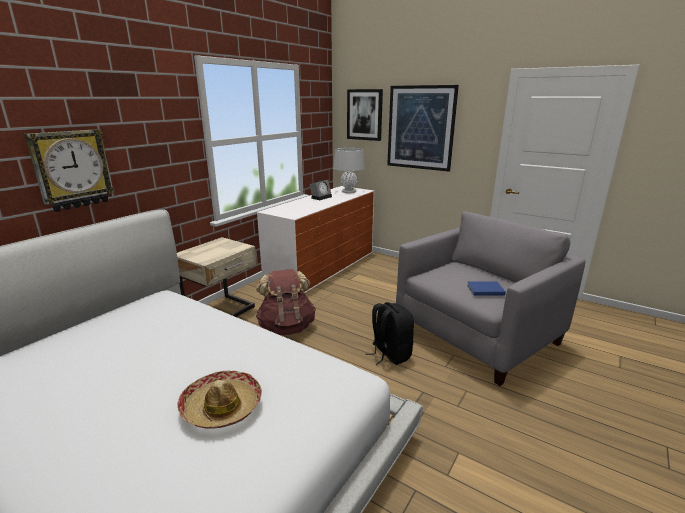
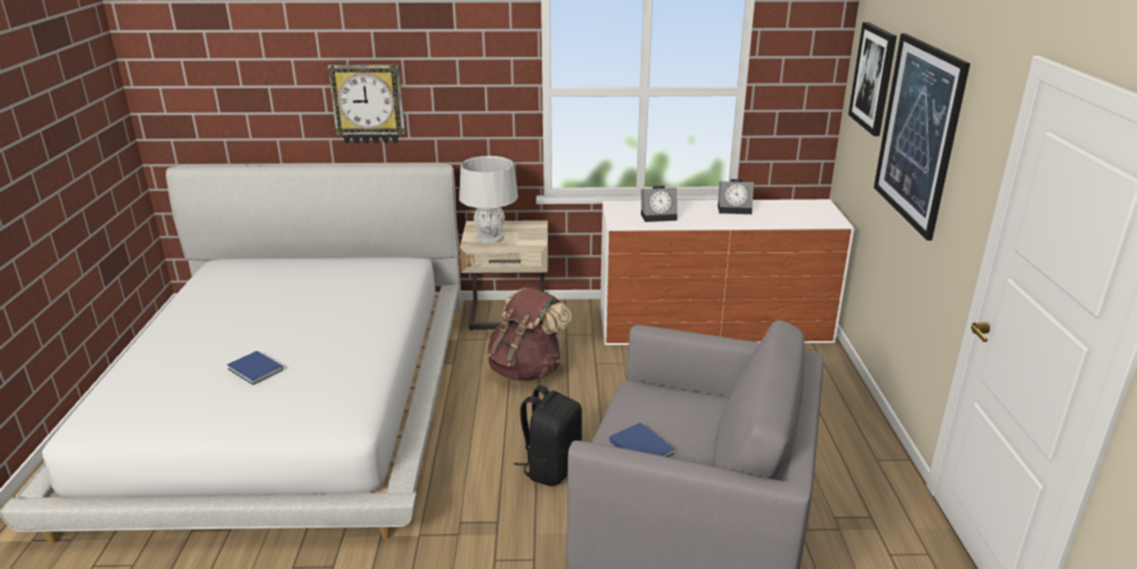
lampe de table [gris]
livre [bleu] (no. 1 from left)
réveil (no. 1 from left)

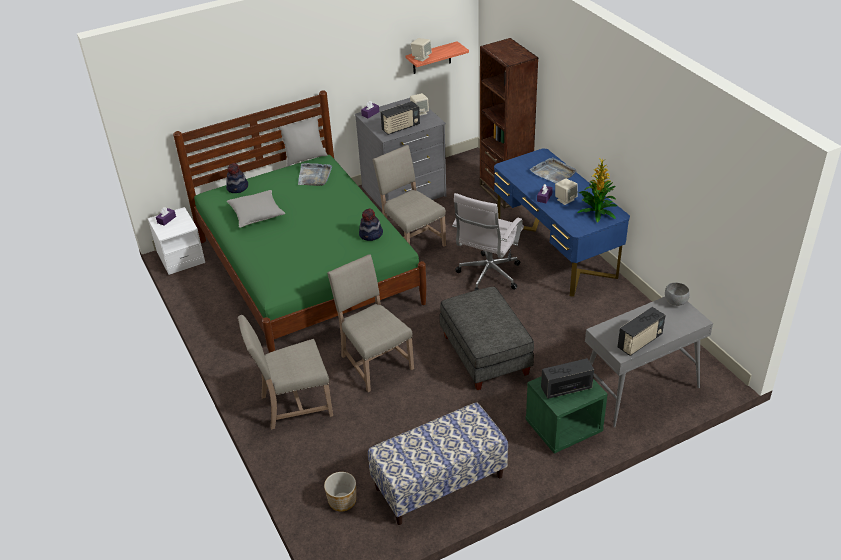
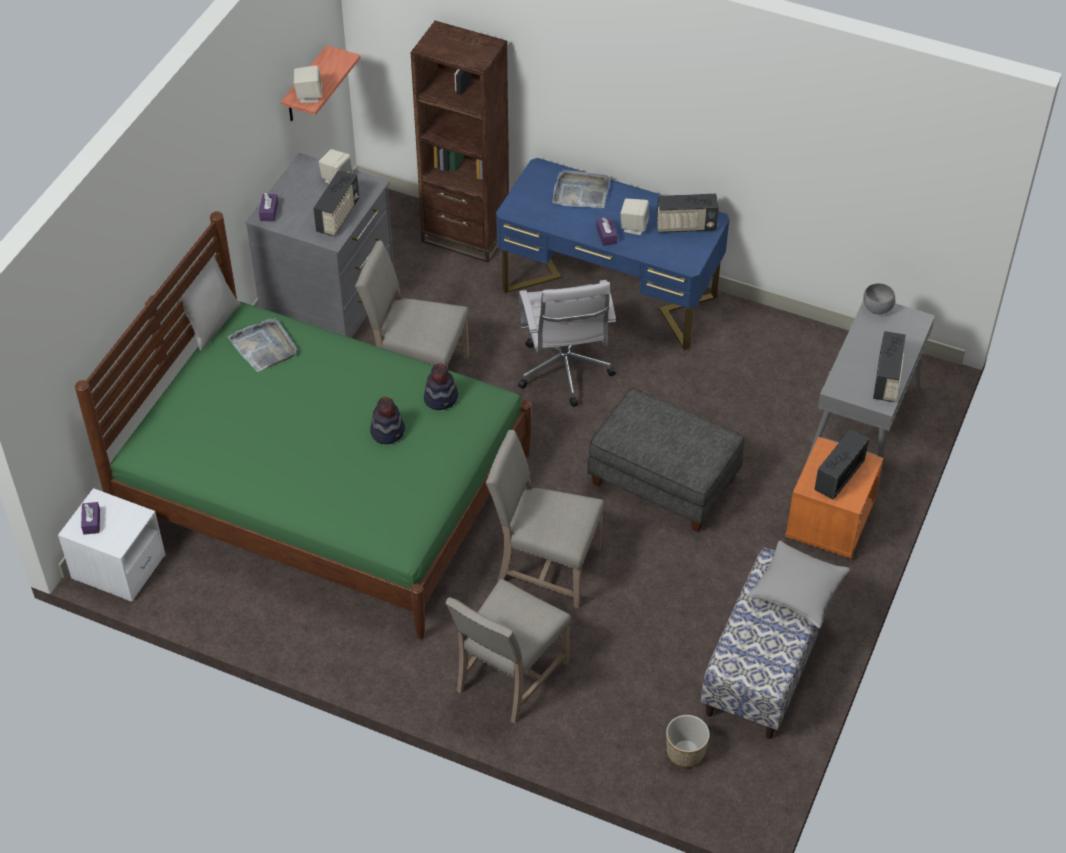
radio (no. 2 from left)
chapeau (no. 1 from left)
coussin [gris] (no. 2 from left)
table de chevet [orange]

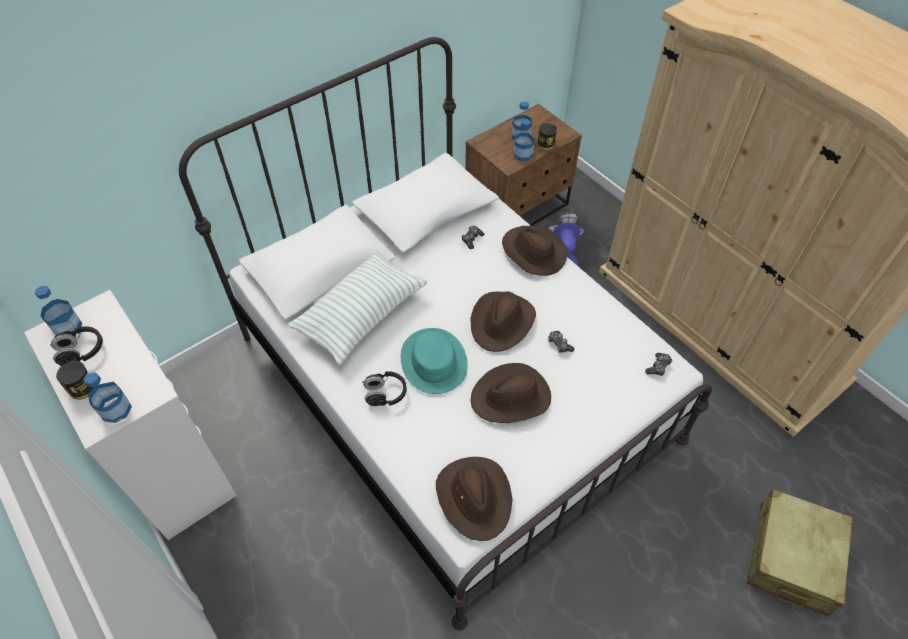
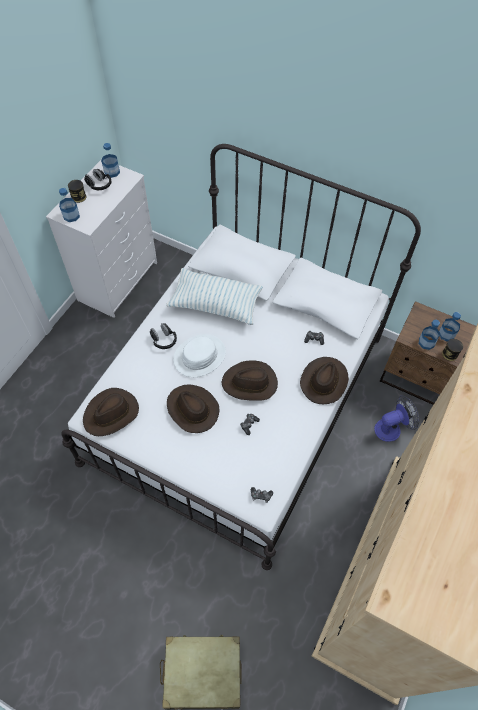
chapeau [blanc]

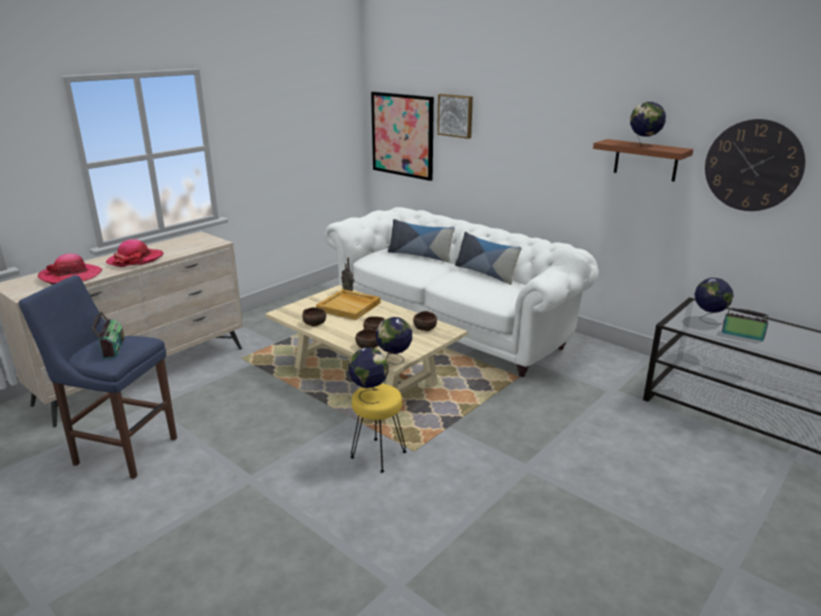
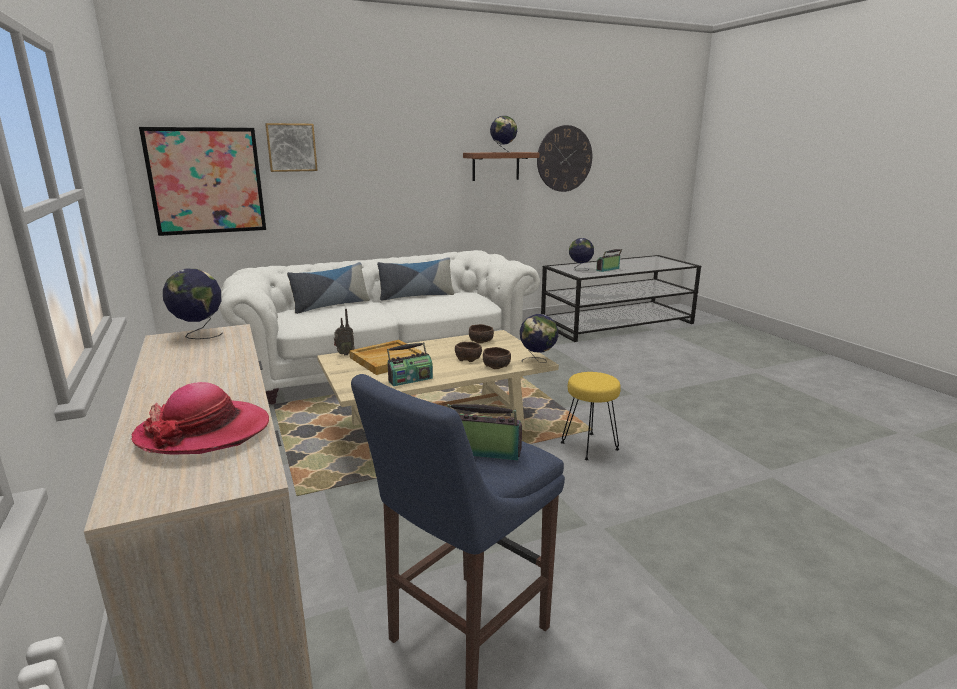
chapeau (no. 2 from left in the first image)
radio (no. 2 from left)
globe (no. 1 from left)

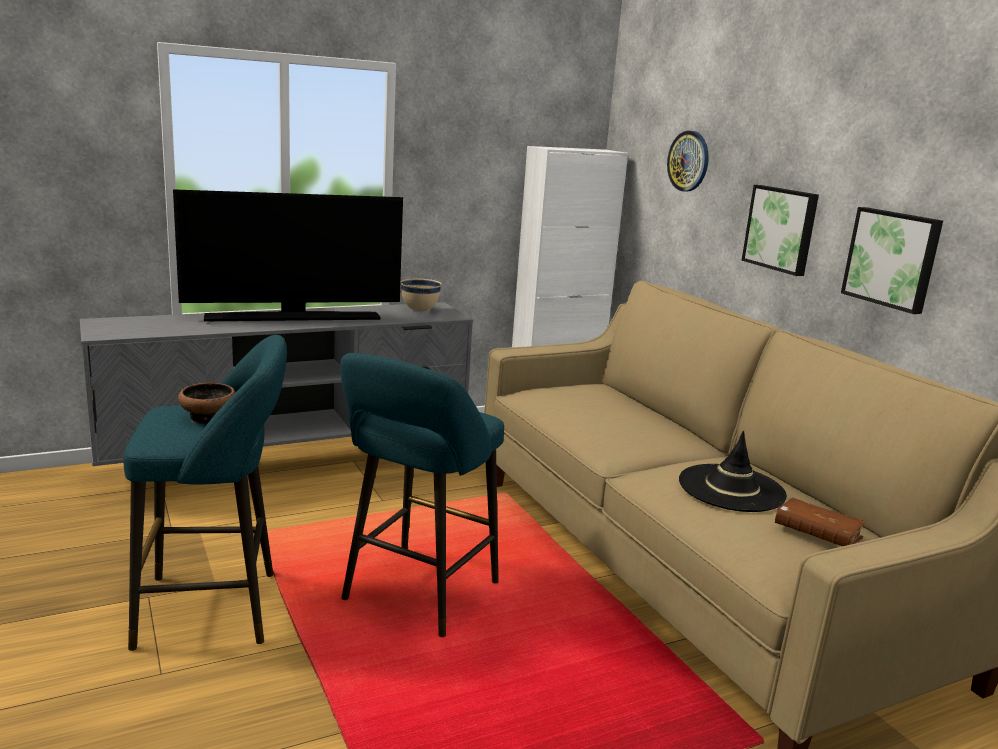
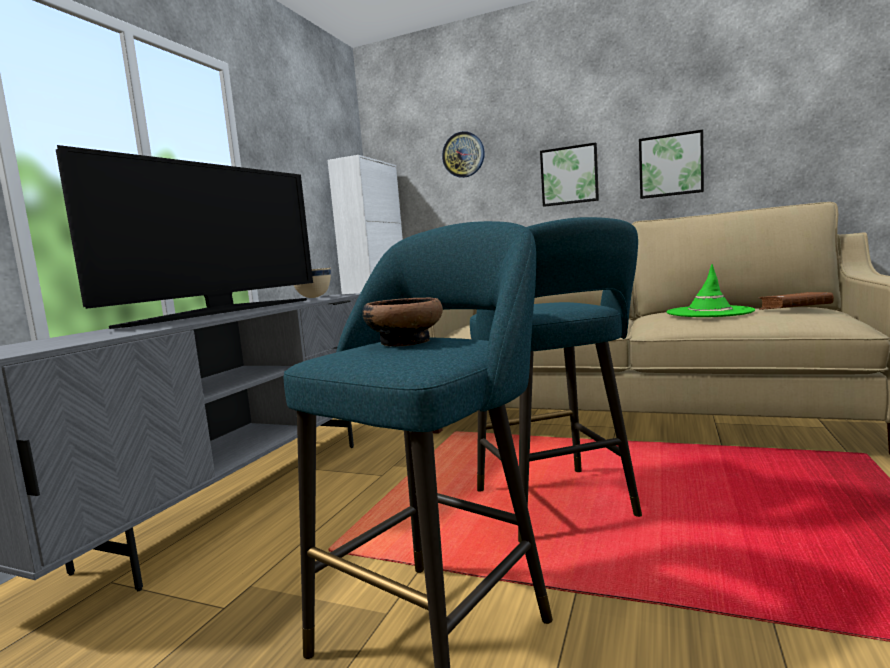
chapeau [vert]

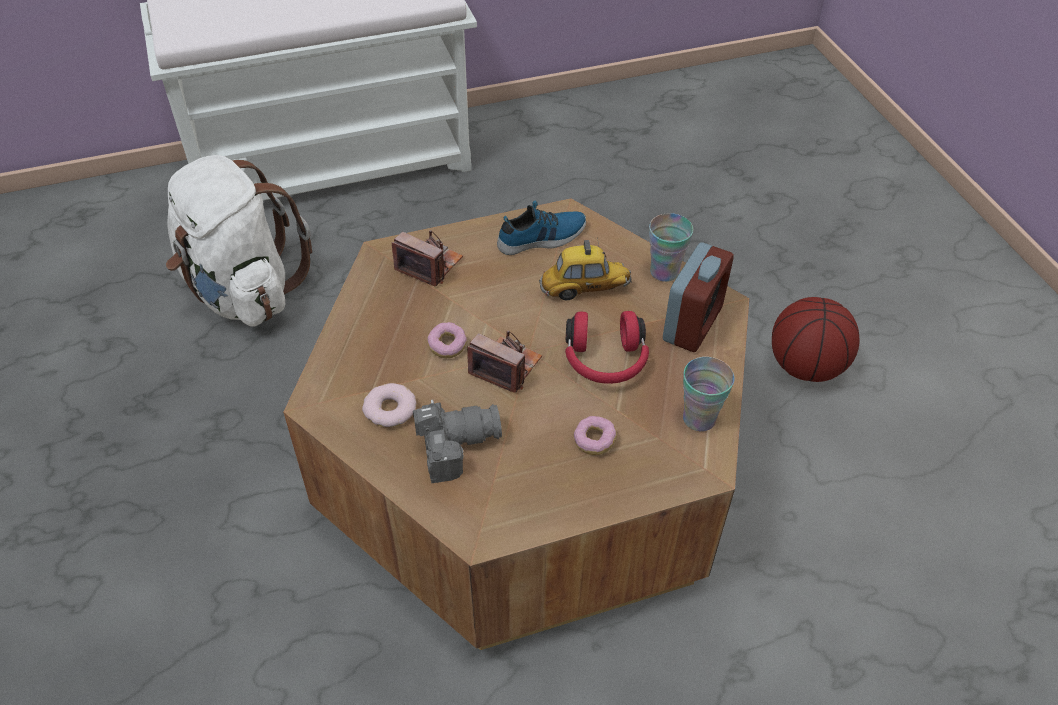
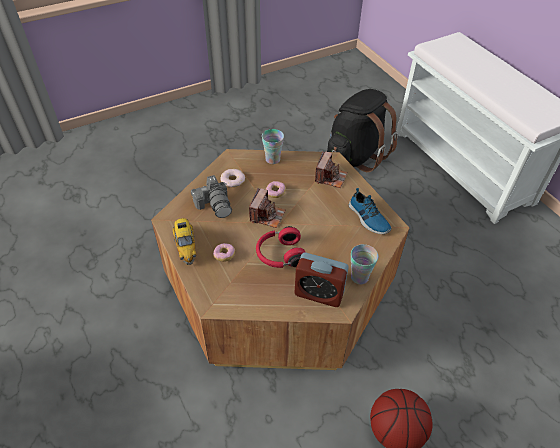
sac à dos [noir]
petite voiture
tasse (no. 1 from left)

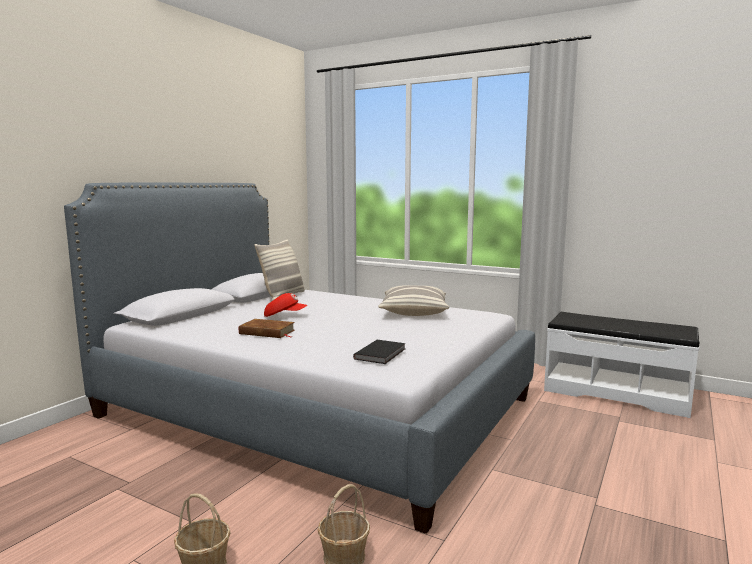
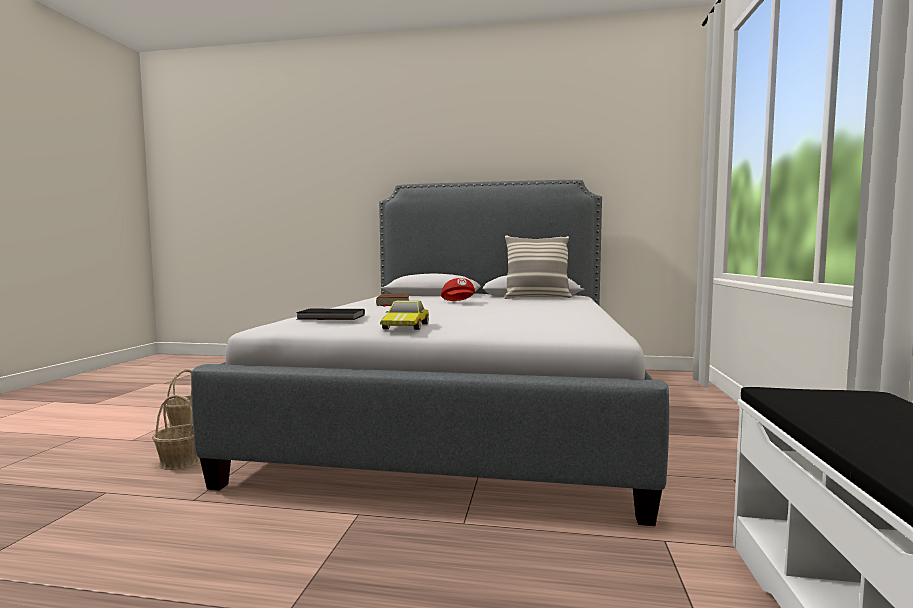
coussin (no. 2 from left in the first image)
petite voiture

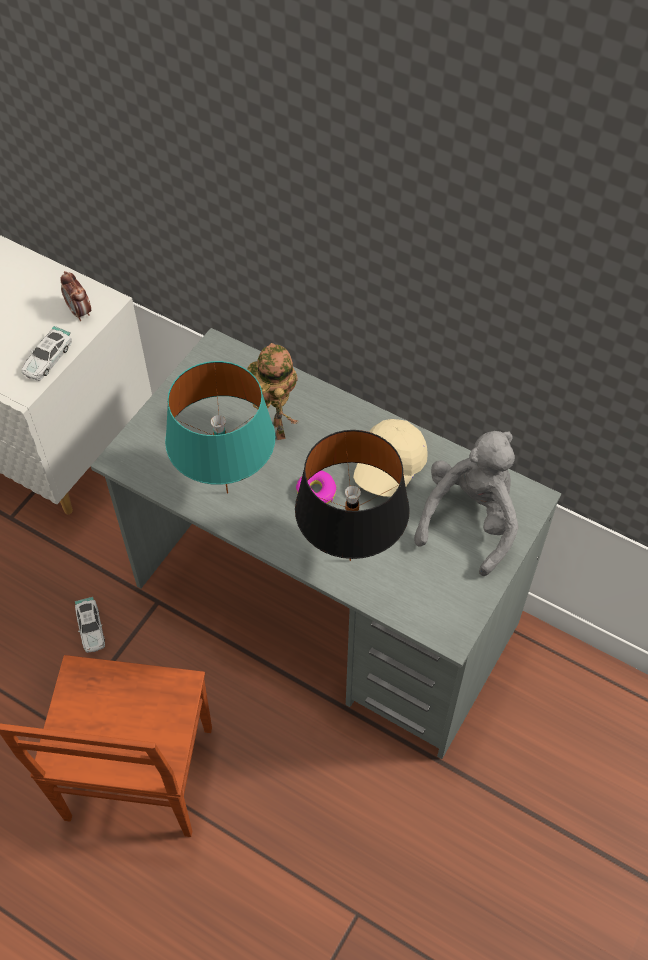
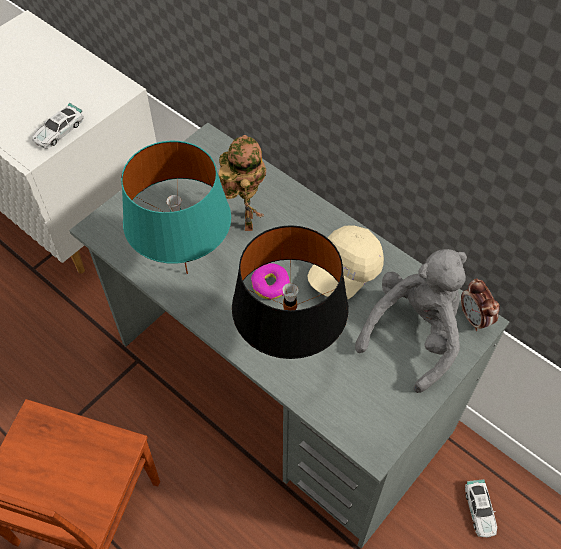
réveil
petite voiture (no. 2 from left)

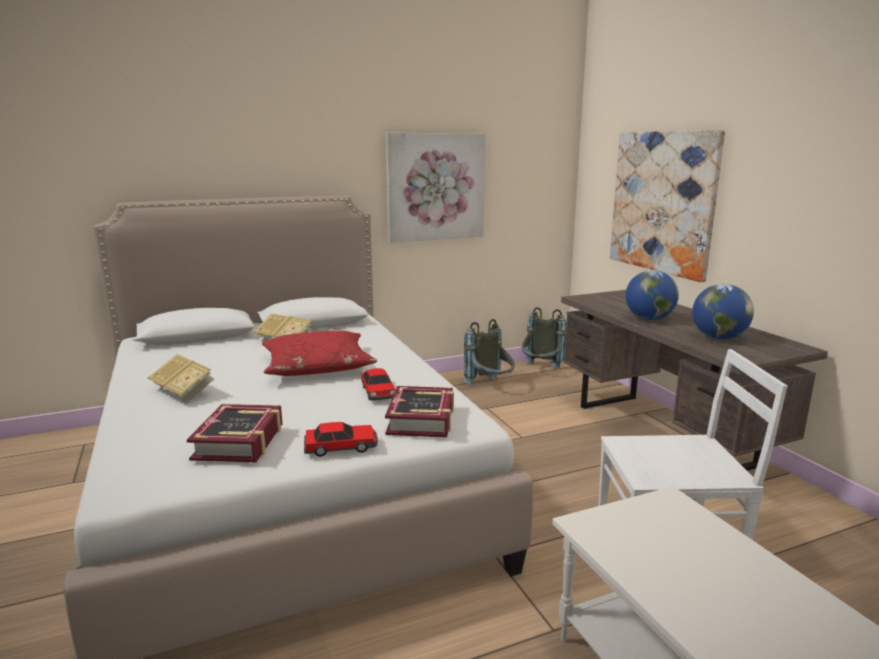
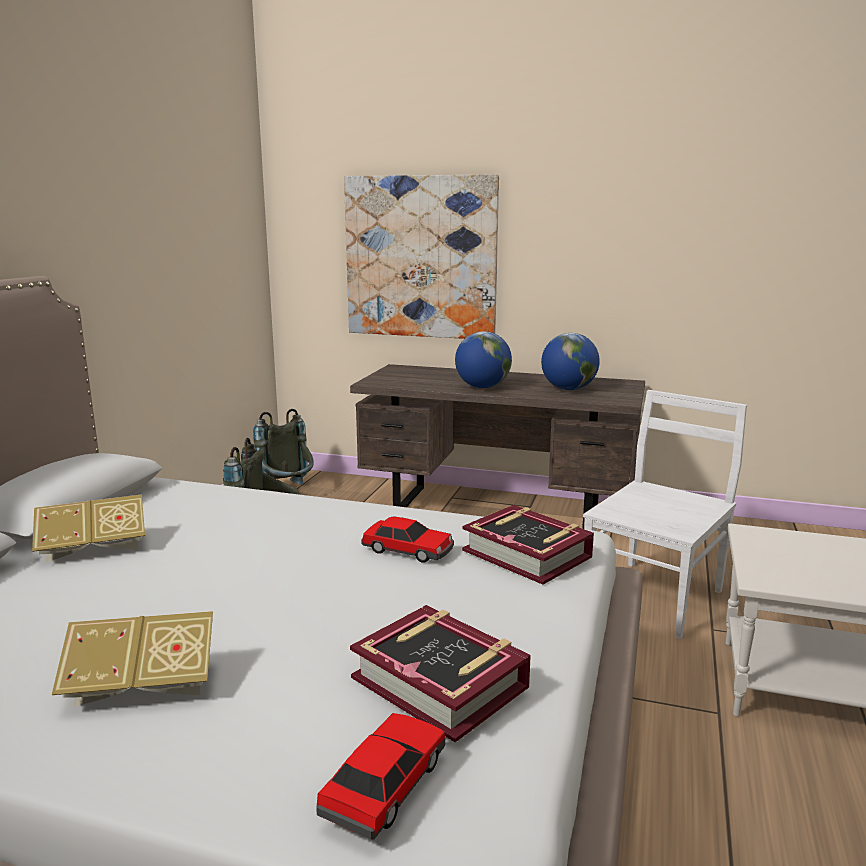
tableau (no. 1 from left in the first image)
coussin [rouge]
petite voiture (no. 1 from left)

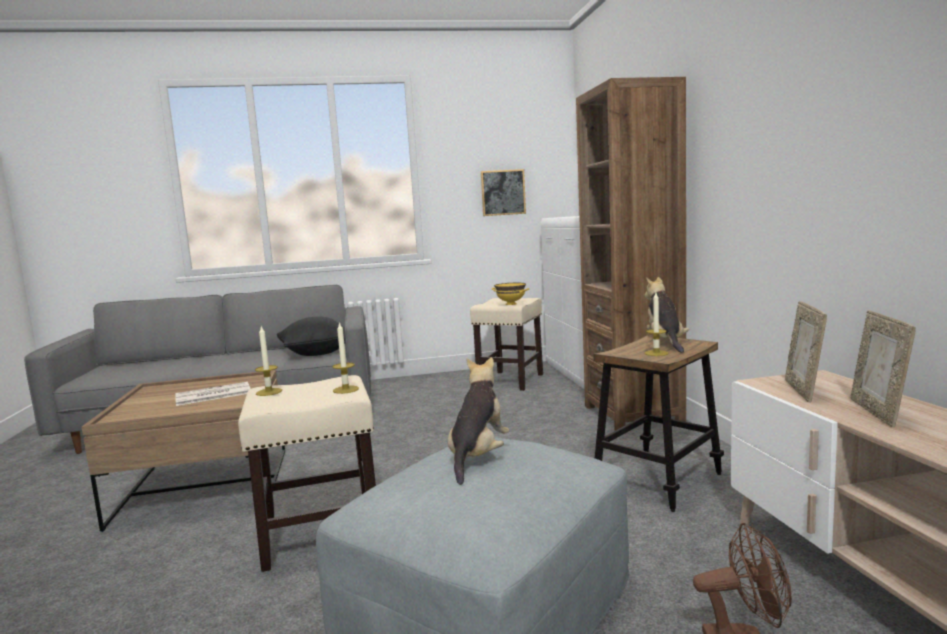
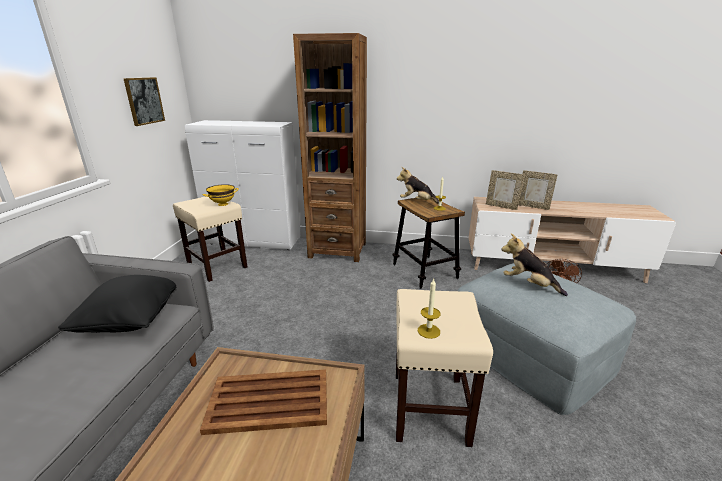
bougie (no. 2 from left in the first image)
plateau [marron]

